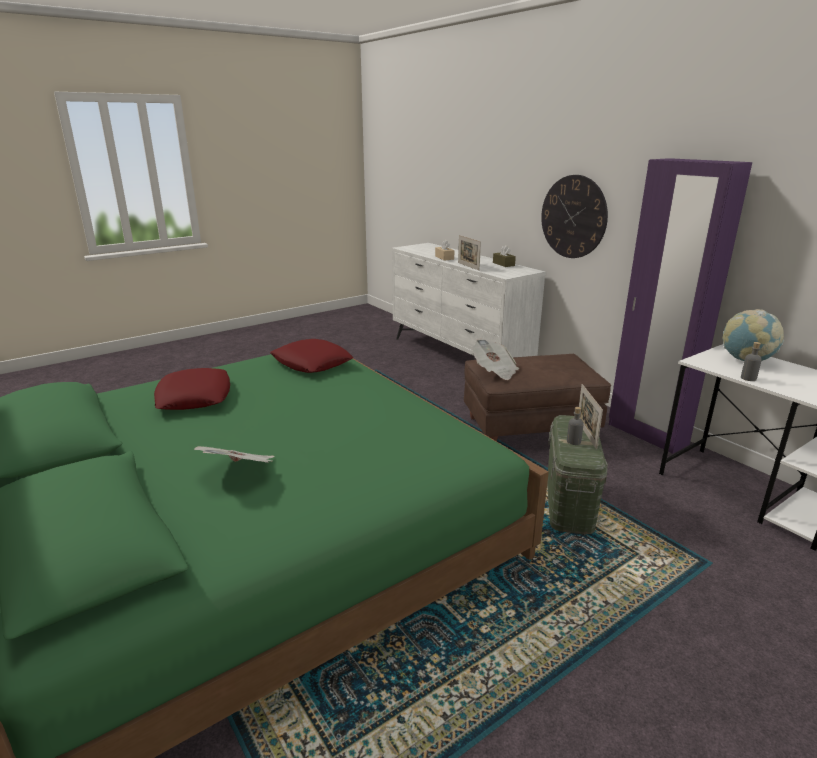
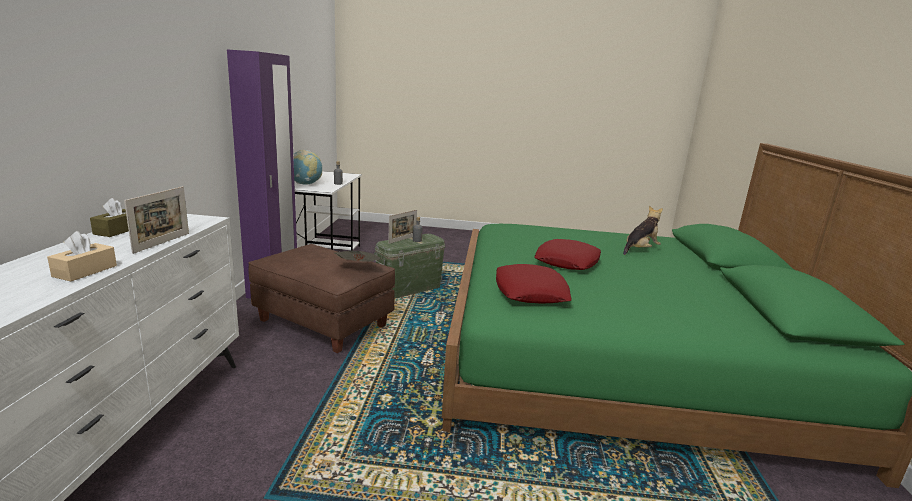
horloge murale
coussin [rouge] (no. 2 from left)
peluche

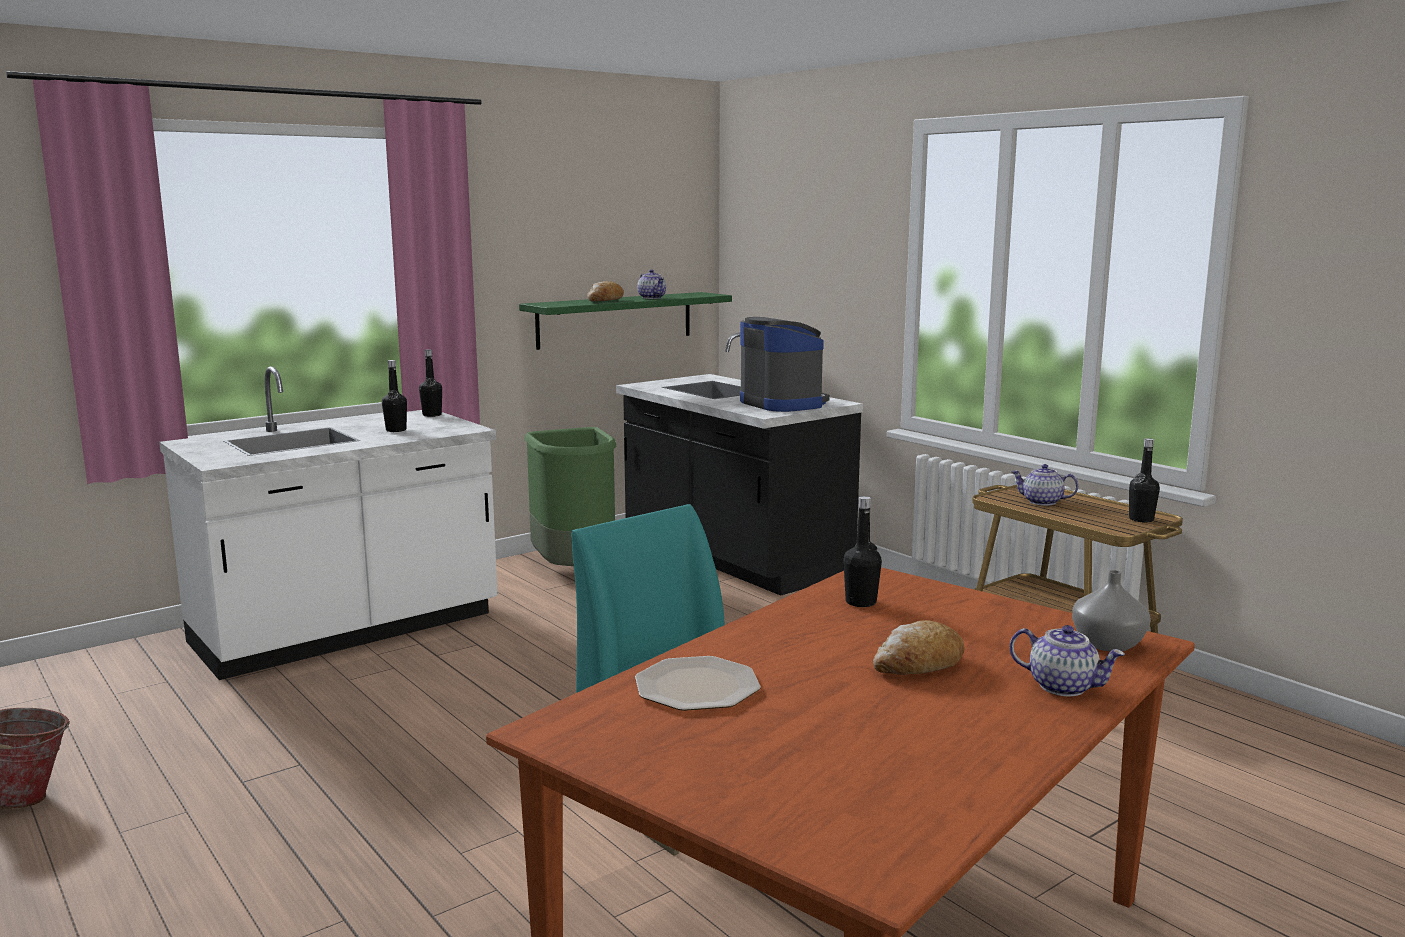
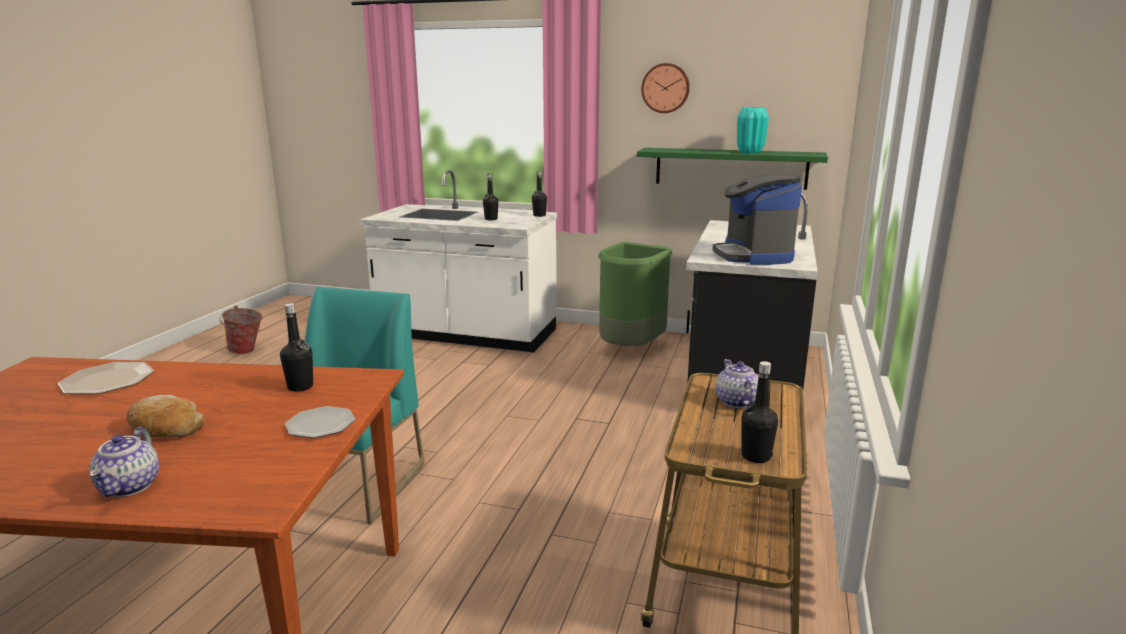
vase [turquoise]
pain (no. 1 from left in the first image)
machine à café
vase [gris]
horloge murale
assiette (no. 2 from left)

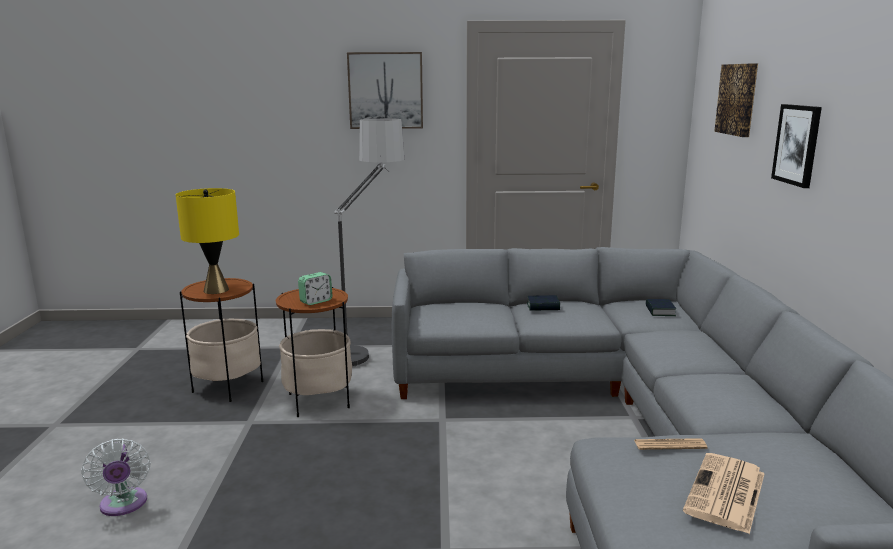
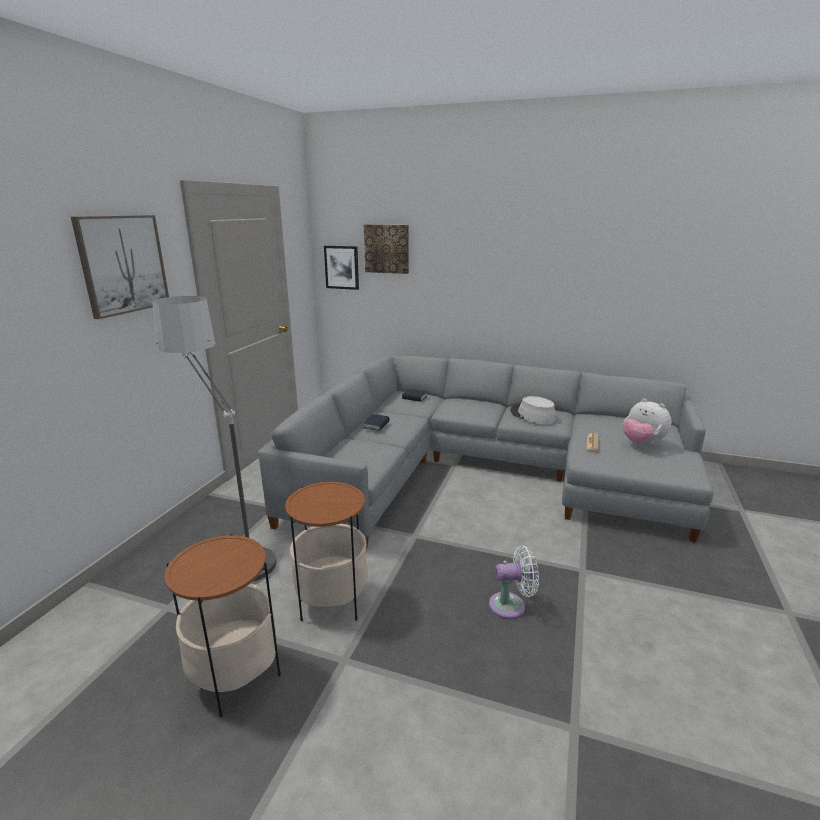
tableau (no. 2 from left)
lampe de table [jaune]
réveil
ventilateur [blanc]
peluche
chapeau [gris]

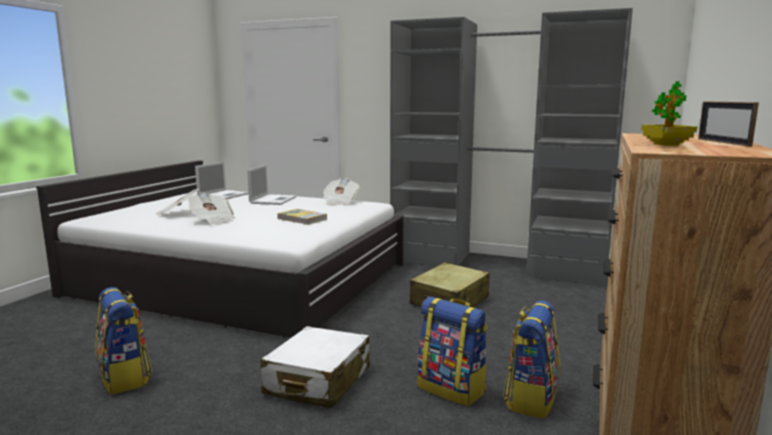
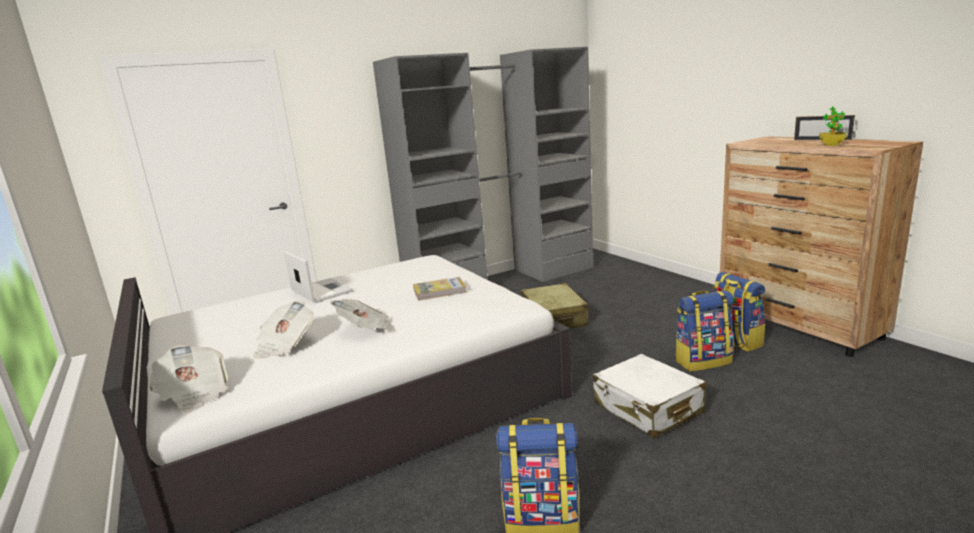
ordinateur portable (no. 1 from left in the first image)
journal (no. 1 from left)

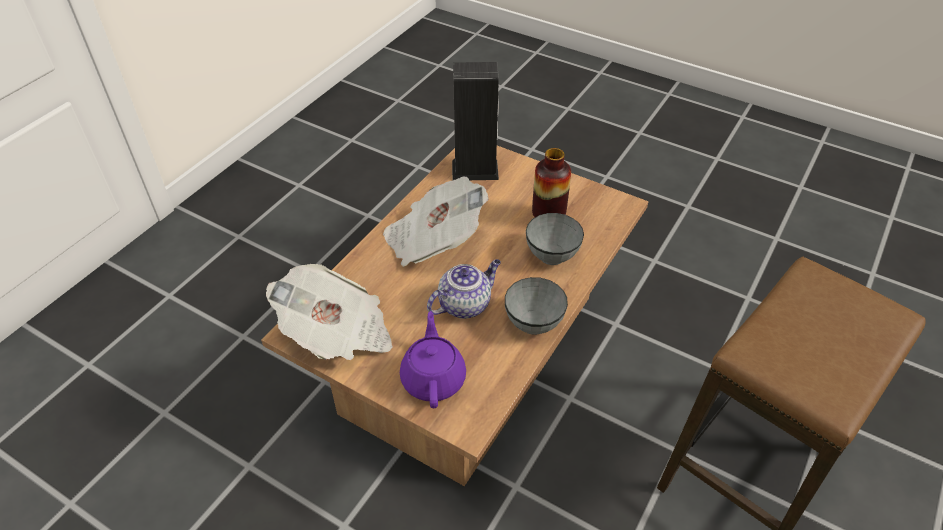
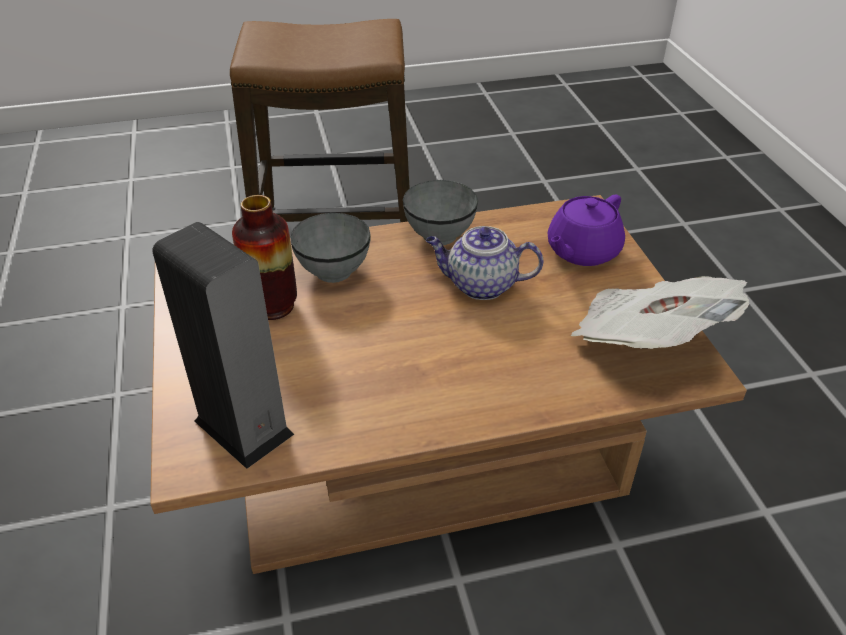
journal (no. 2 from left in the first image)

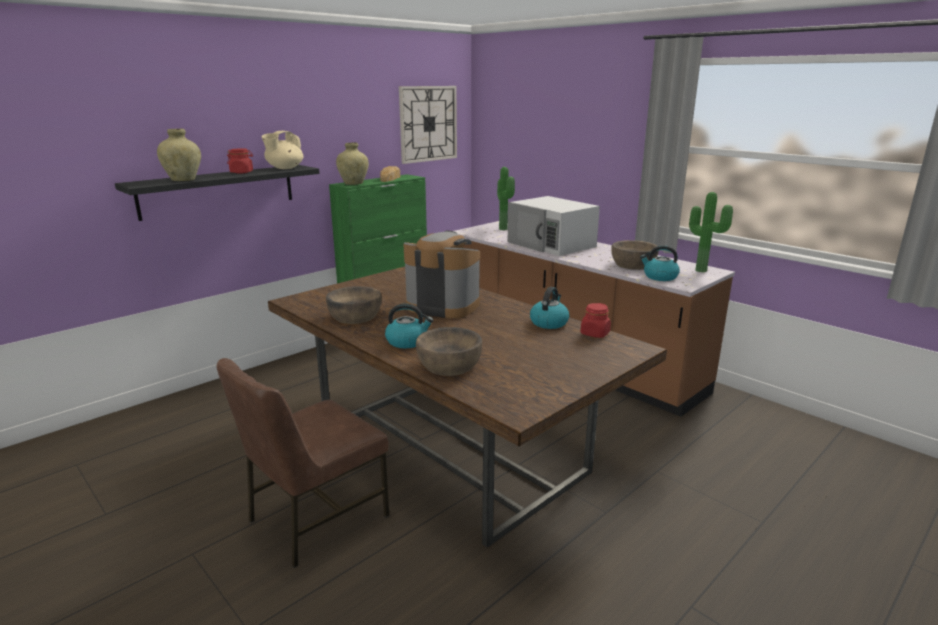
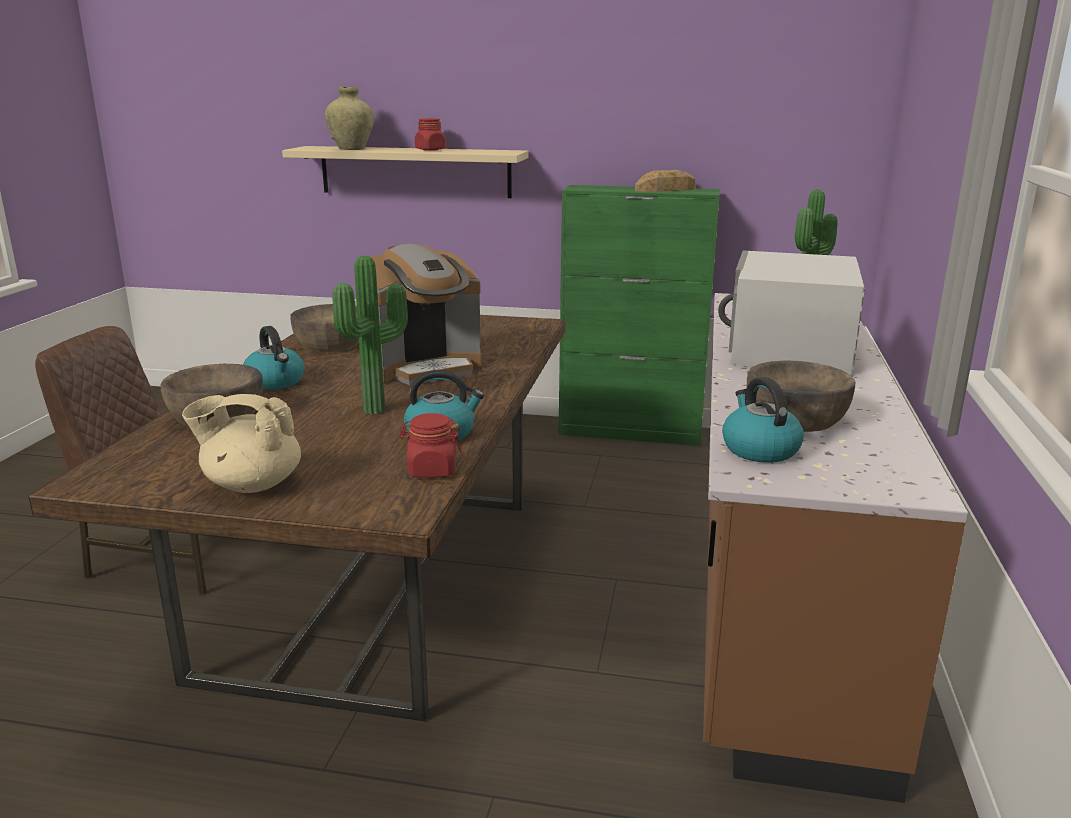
horloge murale
théière [beige]
vase [beige] (no. 2 from left in the first image)
étagère [beige]
plante en pot (no. 1 from left)
machine à café

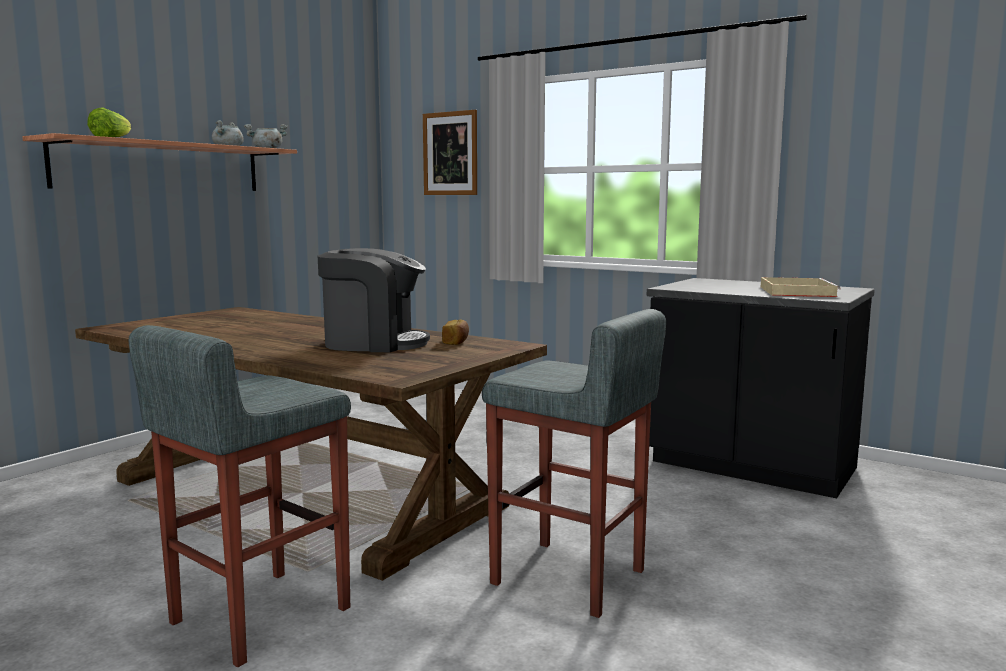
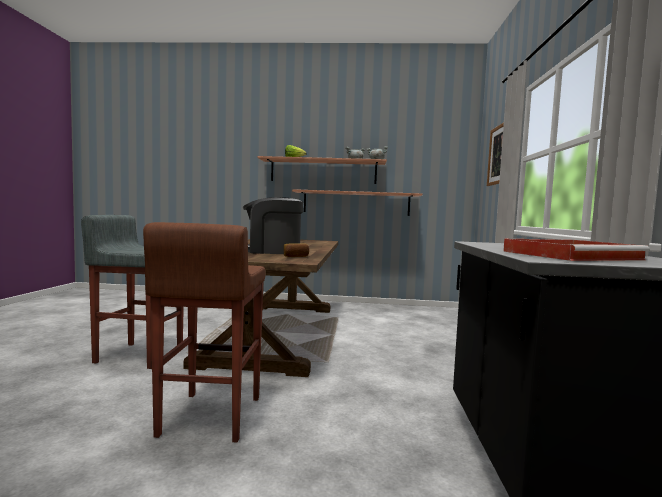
machine à café
plateau [rouge]
tabouret [marron]
étagère (no. 2 from left)

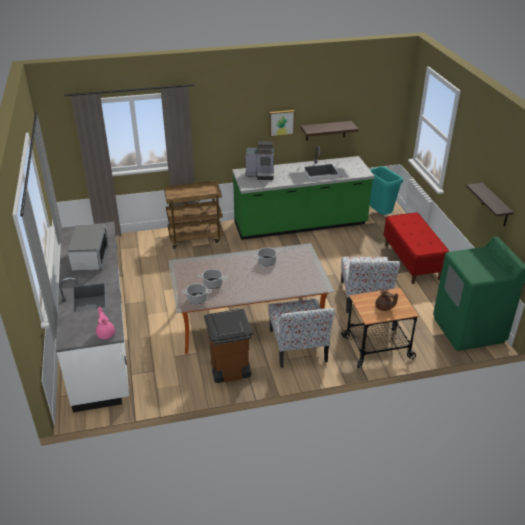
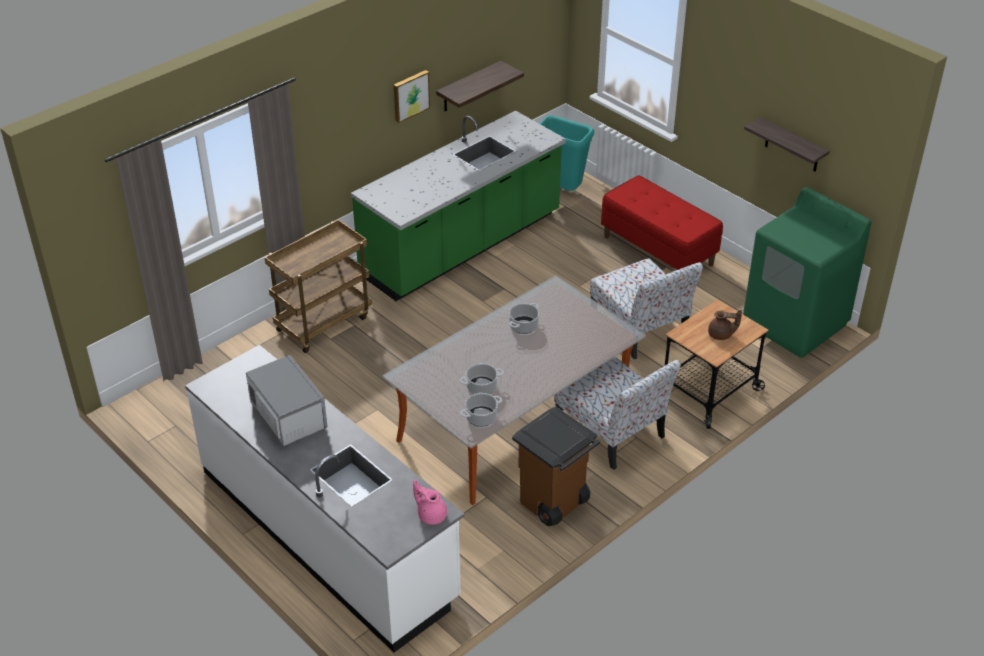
machine à café

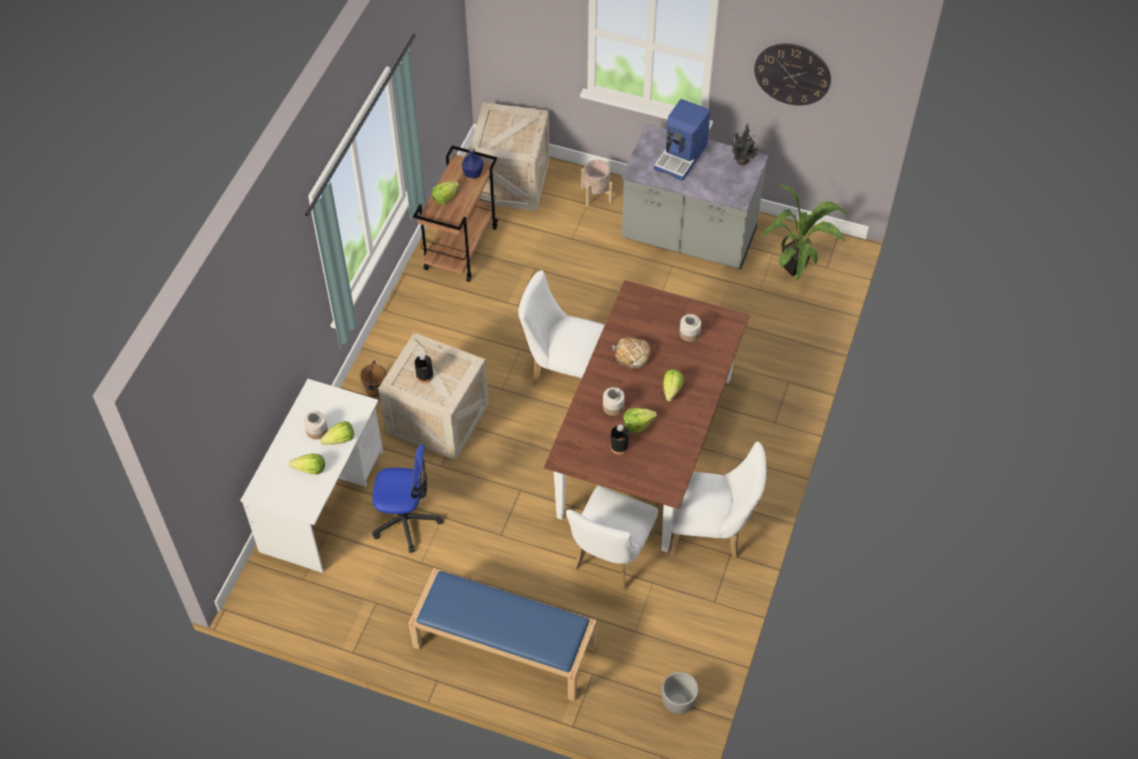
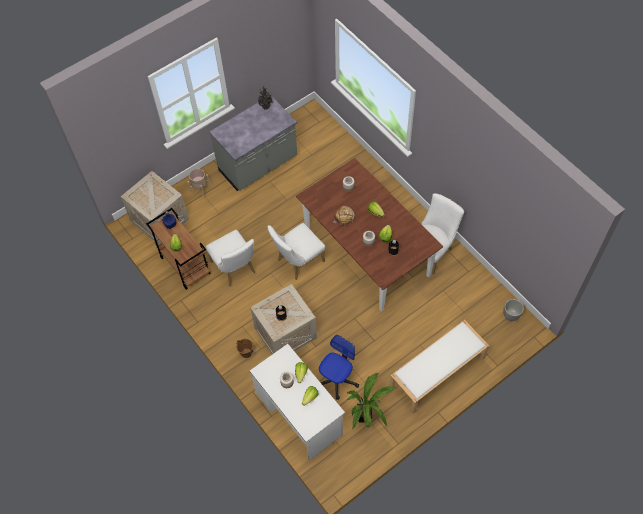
horloge murale
machine à café
plante en pot (no. 2 from left)
chaise [blanc] (no. 1 from left)
banc [blanc]

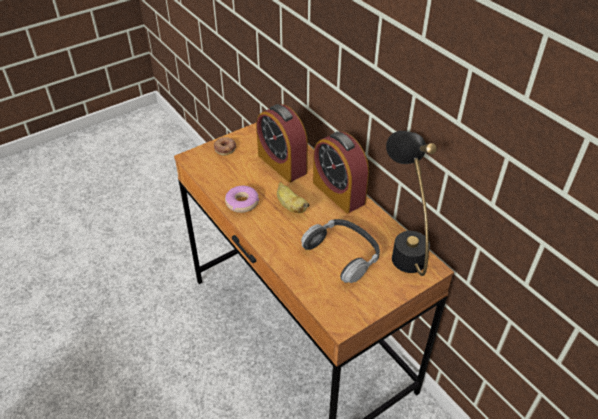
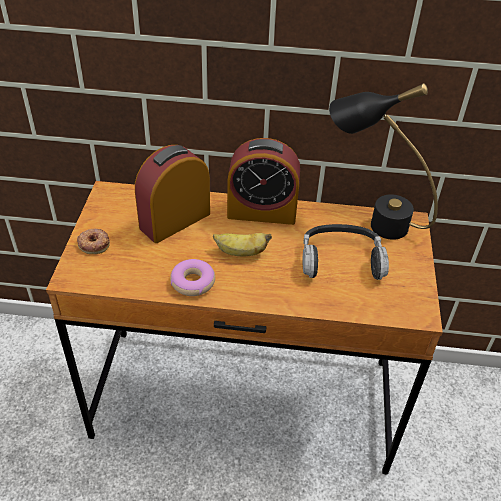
réveil (no. 1 from left)

